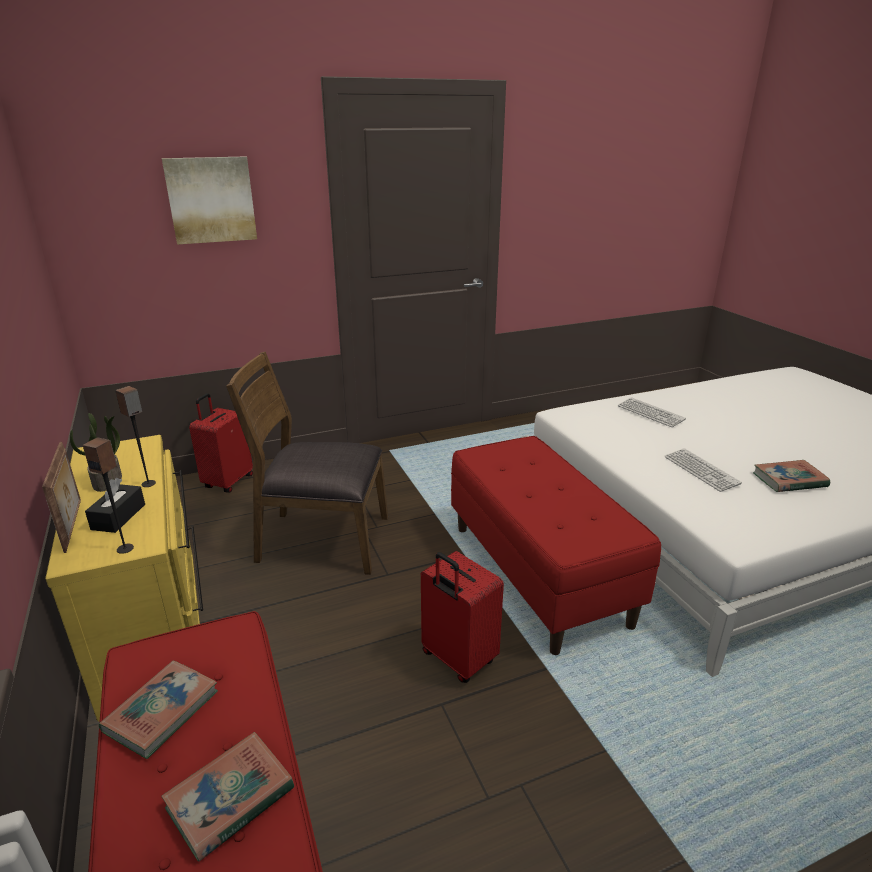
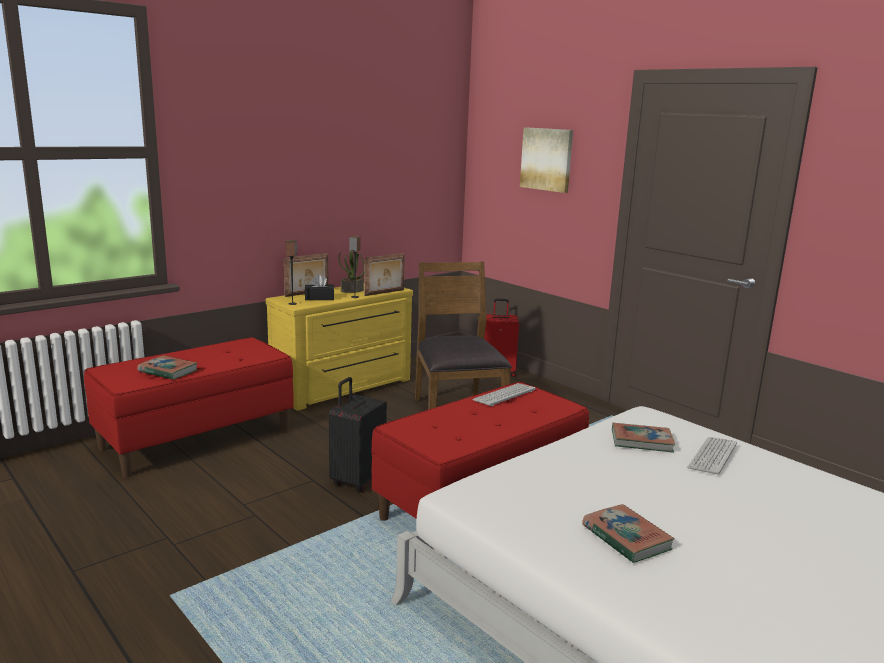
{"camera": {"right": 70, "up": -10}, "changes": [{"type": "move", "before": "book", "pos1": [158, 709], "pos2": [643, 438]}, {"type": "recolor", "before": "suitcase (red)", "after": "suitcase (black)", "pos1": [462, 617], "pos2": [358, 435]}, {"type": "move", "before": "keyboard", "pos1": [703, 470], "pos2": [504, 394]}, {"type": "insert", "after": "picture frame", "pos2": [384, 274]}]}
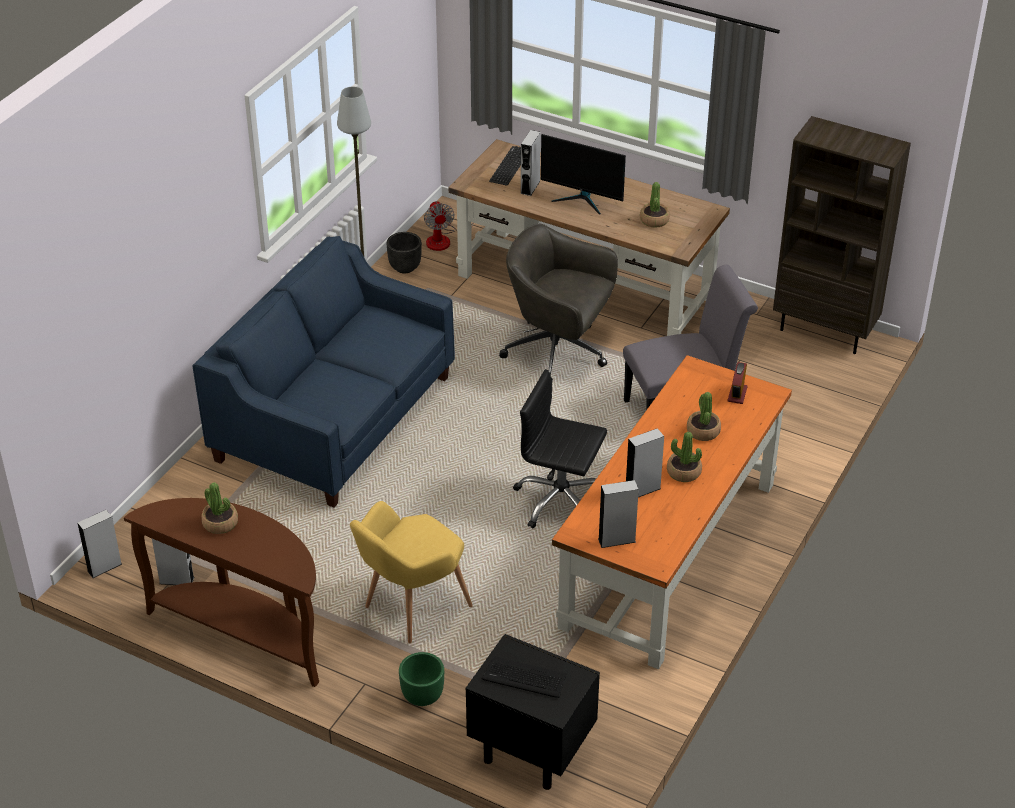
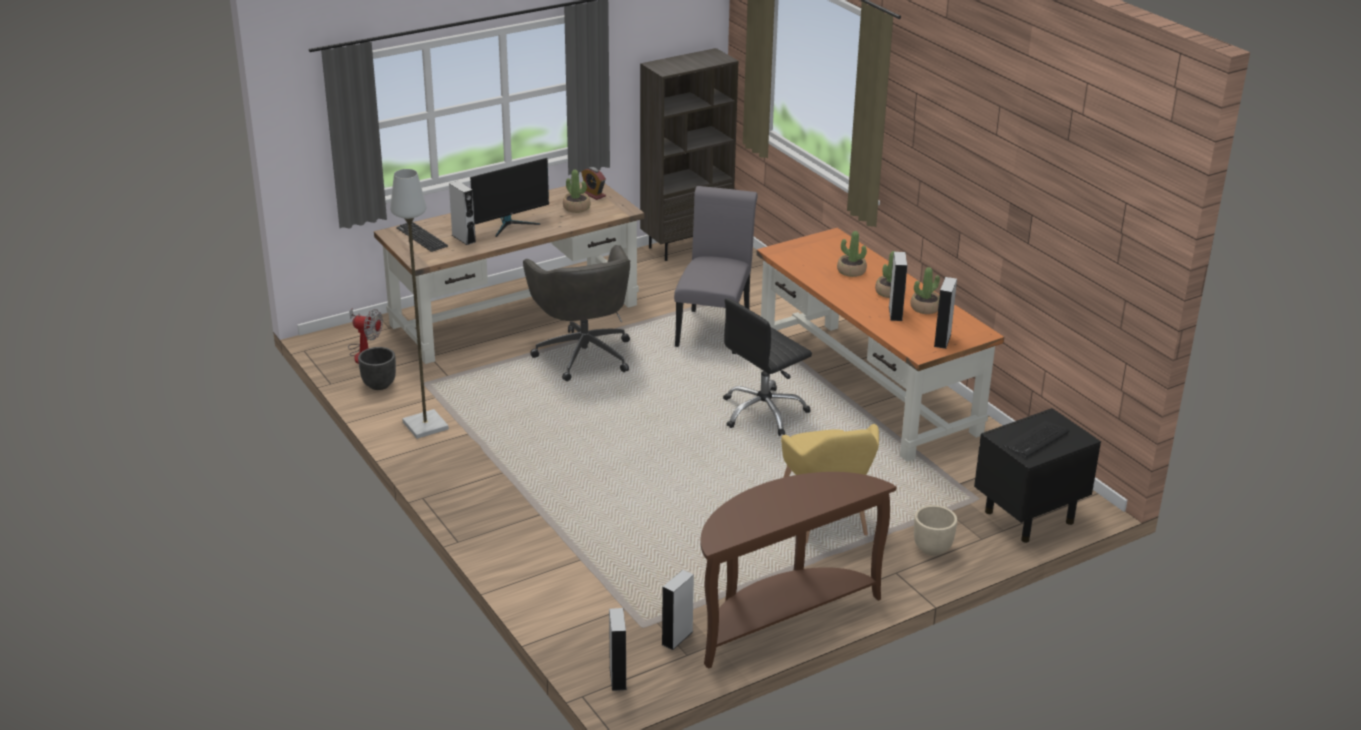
{"camera": {"right": -60, "up": -10}, "changes": [{"type": "delete", "before": "sofa (blue)", "pos1": [323, 371]}, {"type": "move", "before": "potted plant", "pos1": [219, 508], "pos2": [925, 290]}, {"type": "recolor", "before": "planter (green)", "after": "planter (beige)", "pos1": [421, 679], "pos2": [935, 530]}, {"type": "rotate", "before": "office chair (grey)", "pos1": [558, 302], "pos2": [577, 313], "turn": -75}, {"type": "move", "before": "alarm clock", "pos1": [737, 383], "pos2": [593, 183]}]}
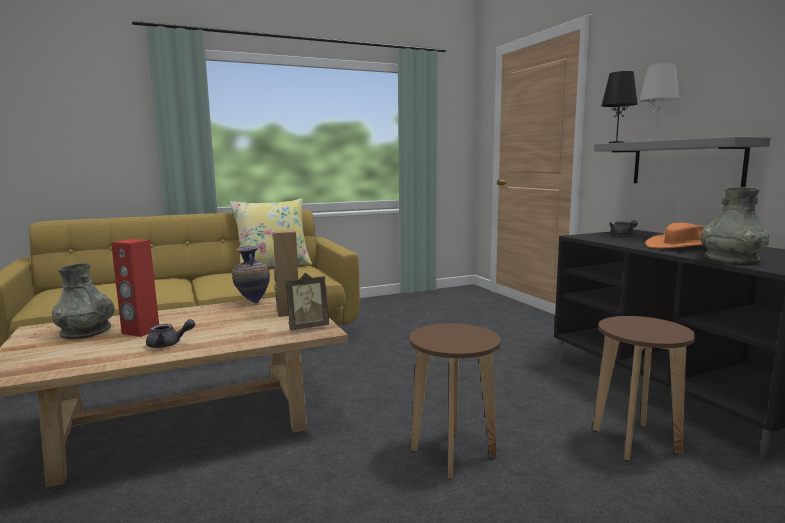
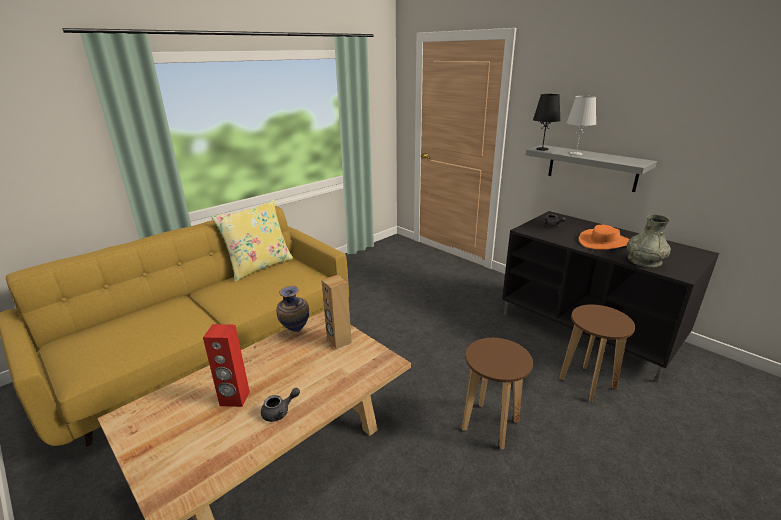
{"camera": {"right": -20, "up": 15}, "changes": [{"type": "delete", "before": "vase (grey)", "pos1": [83, 301]}, {"type": "delete", "before": "picture frame", "pos1": [307, 302]}]}
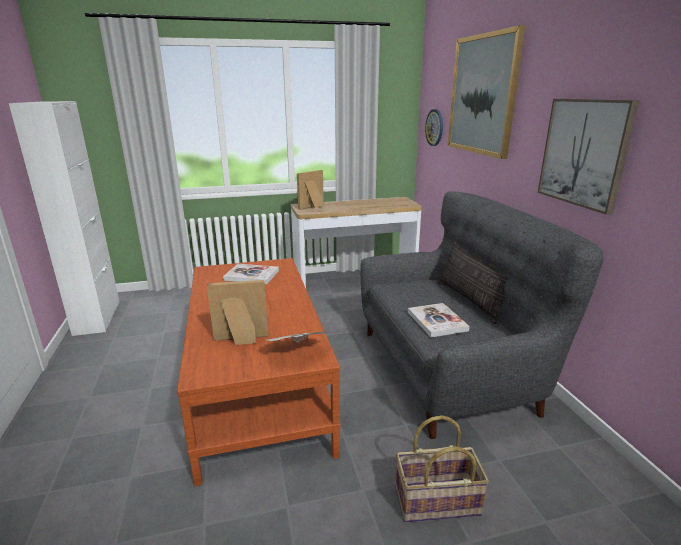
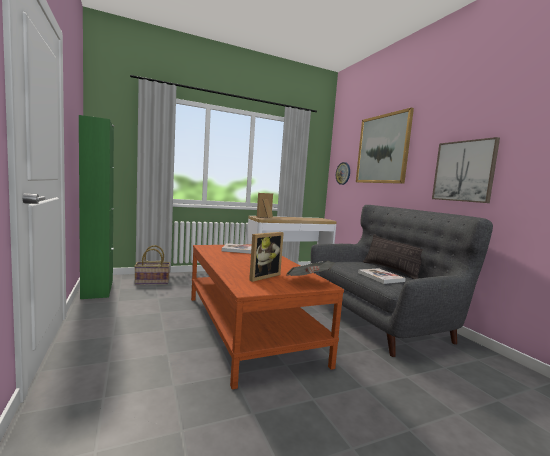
{"camera": {"right": -10, "up": -15}, "changes": [{"type": "recolor", "before": "cabinet (white)", "after": "cabinet (green)", "pos1": [64, 218], "pos2": [97, 207]}, {"type": "rotate", "before": "picture frame", "pos1": [237, 312], "pos2": [266, 257], "turn": 150}, {"type": "move", "before": "basket", "pos1": [442, 468], "pos2": [152, 264]}]}
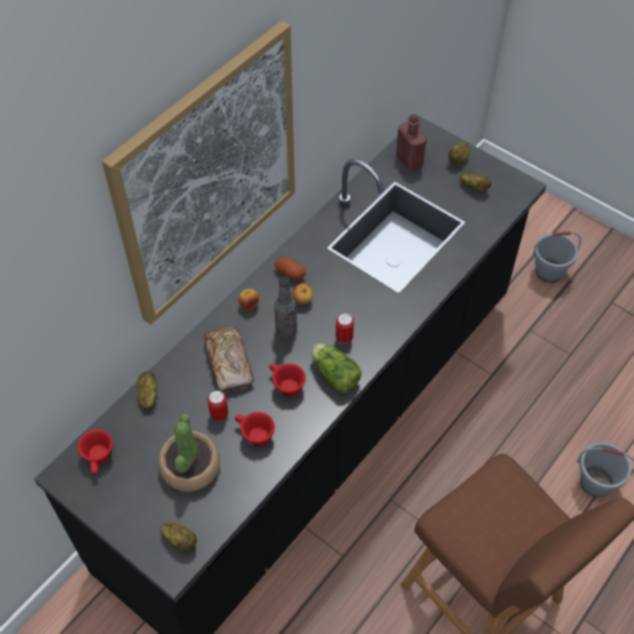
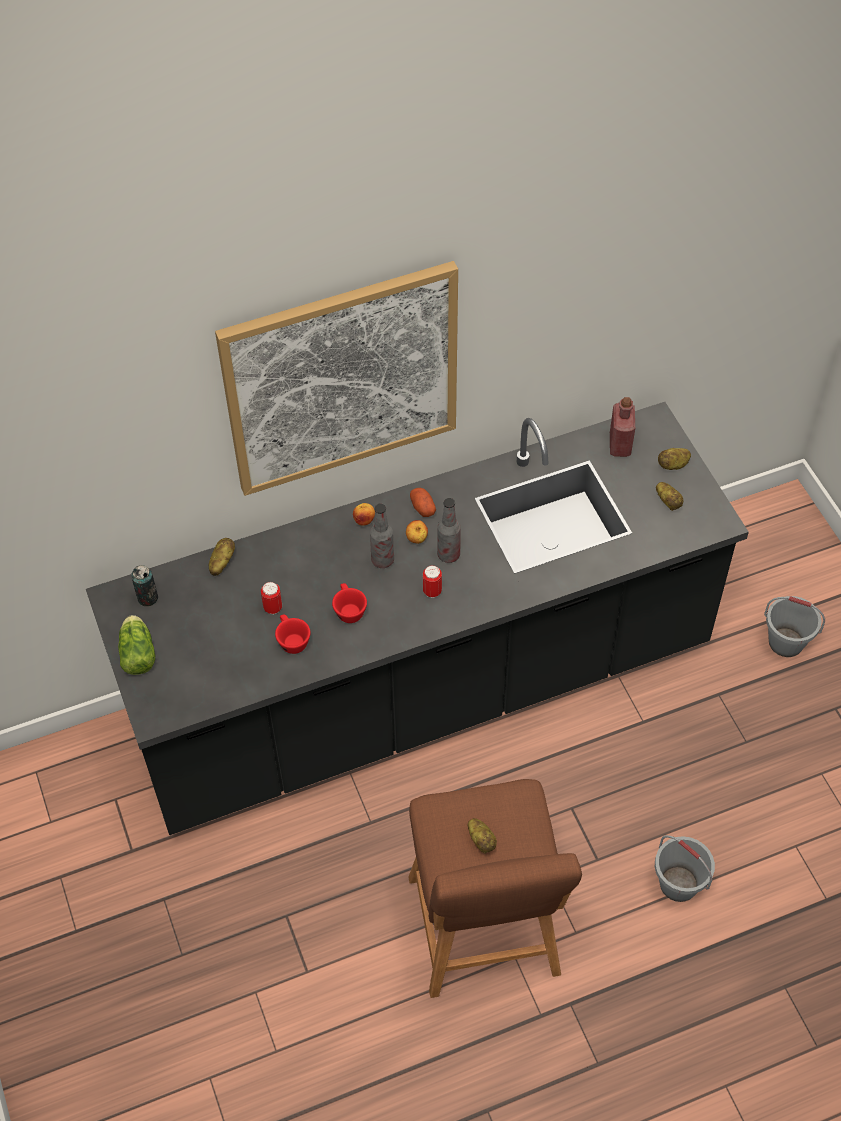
{"camera": {"right": 30, "up": 0}, "changes": [{"type": "replace", "before": "cup (red)", "after": "can", "pos1": [95, 451], "pos2": [144, 585]}, {"type": "delete", "before": "potted plant", "pos1": [189, 452]}, {"type": "move", "before": "potato", "pos1": [179, 537], "pos2": [482, 835]}, {"type": "delete", "before": "bread", "pos1": [229, 360]}, {"type": "move", "before": "lettuce", "pos1": [336, 368], "pos2": [136, 645]}, {"type": "insert", "after": "bottle", "pos2": [449, 530]}]}
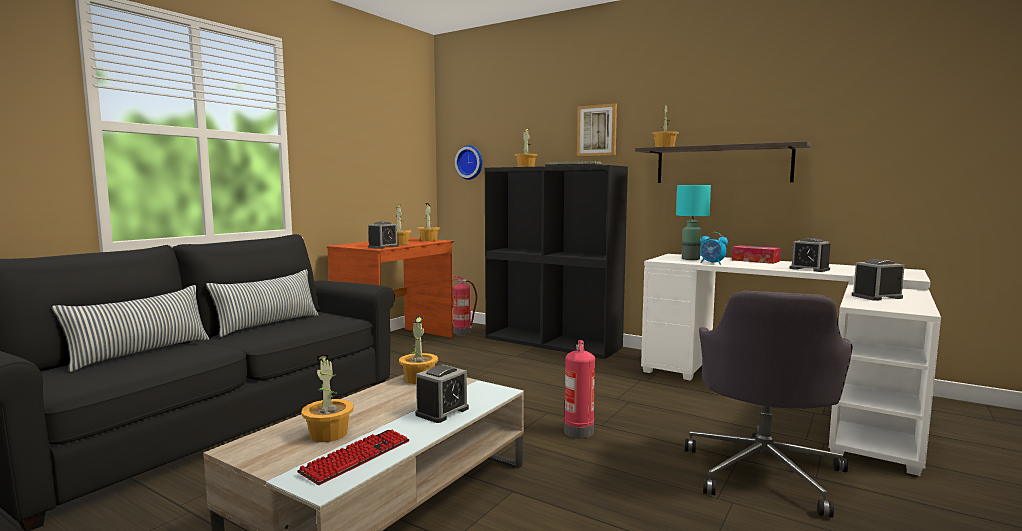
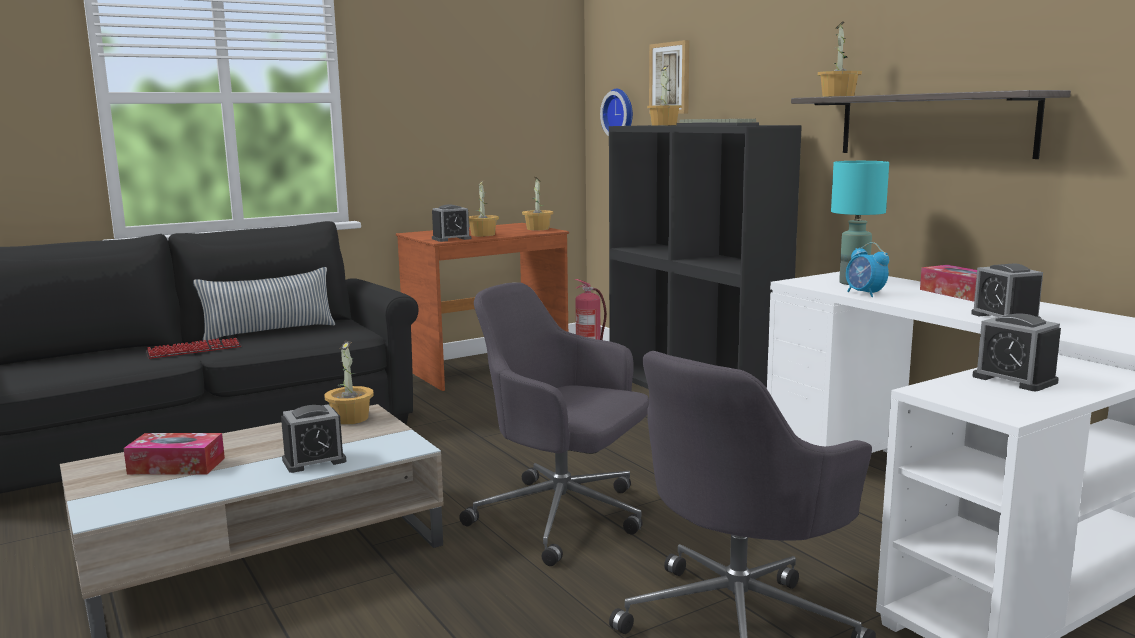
{"camera": {"right": 25, "up": 5}, "changes": [{"type": "delete", "before": "pillow", "pos1": [130, 328]}, {"type": "move", "before": "keyboard", "pos1": [353, 457], "pos2": [193, 348]}, {"type": "replace", "before": "potted plant", "after": "tissue box", "pos1": [327, 398], "pos2": [174, 454]}, {"type": "replace", "before": "fire extinguisher", "after": "office chair (grey)", "pos1": [579, 389], "pos2": [554, 424]}, {"type": "move", "before": "picture", "pos1": [597, 130], "pos2": [669, 77]}, {"type": "rotate", "before": "alarm clock", "pos1": [878, 280], "pos2": [1017, 352], "turn": -135}]}
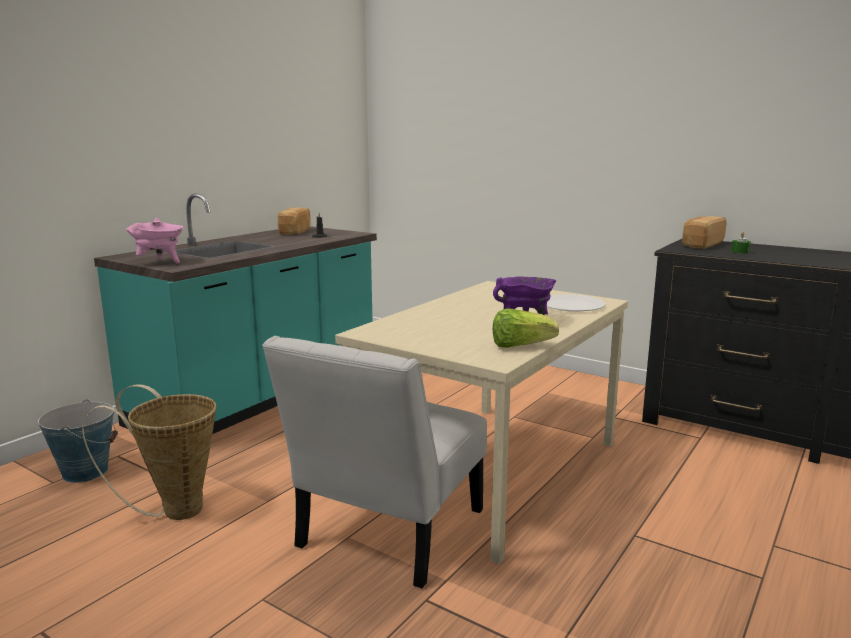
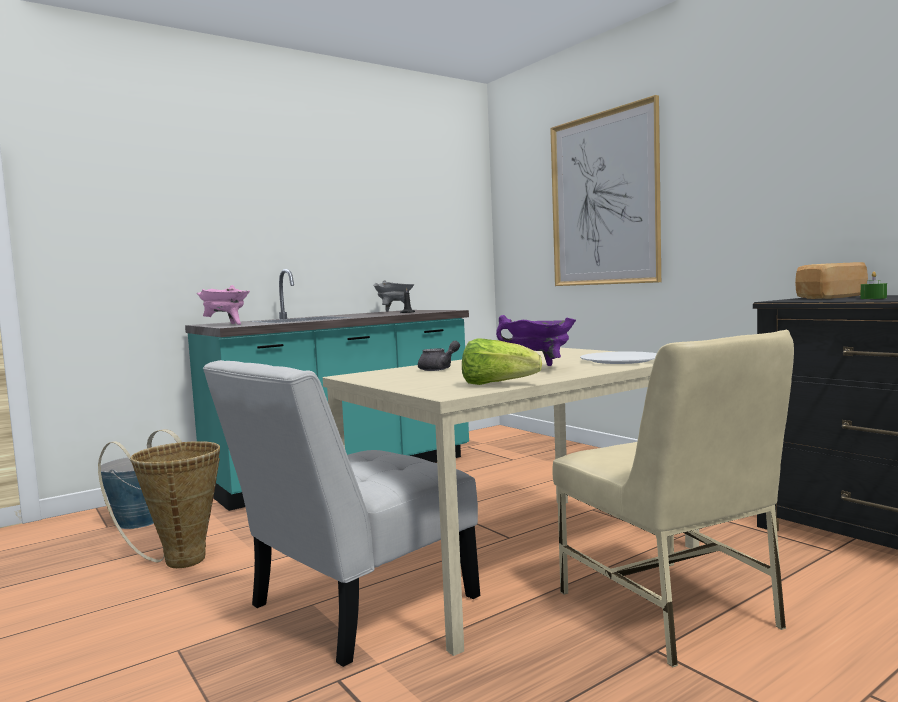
{"camera": {"right": 20, "up": -10}, "changes": [{"type": "replace", "before": "bread", "after": "cooking pot (grey)", "pos1": [294, 221], "pos2": [393, 296]}, {"type": "insert", "after": "teapot (grey)", "pos2": [439, 356]}, {"type": "insert", "after": "picture", "pos2": [605, 190]}, {"type": "insert", "after": "chair (beige)", "pos2": [673, 498]}]}
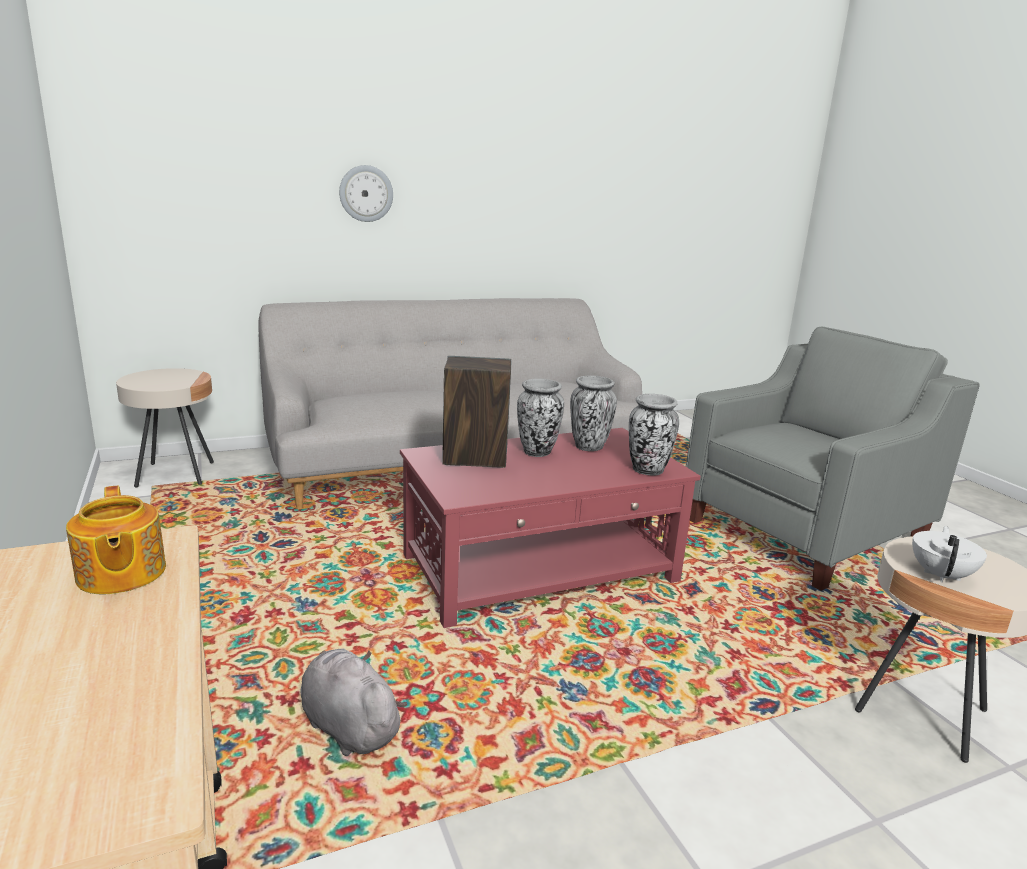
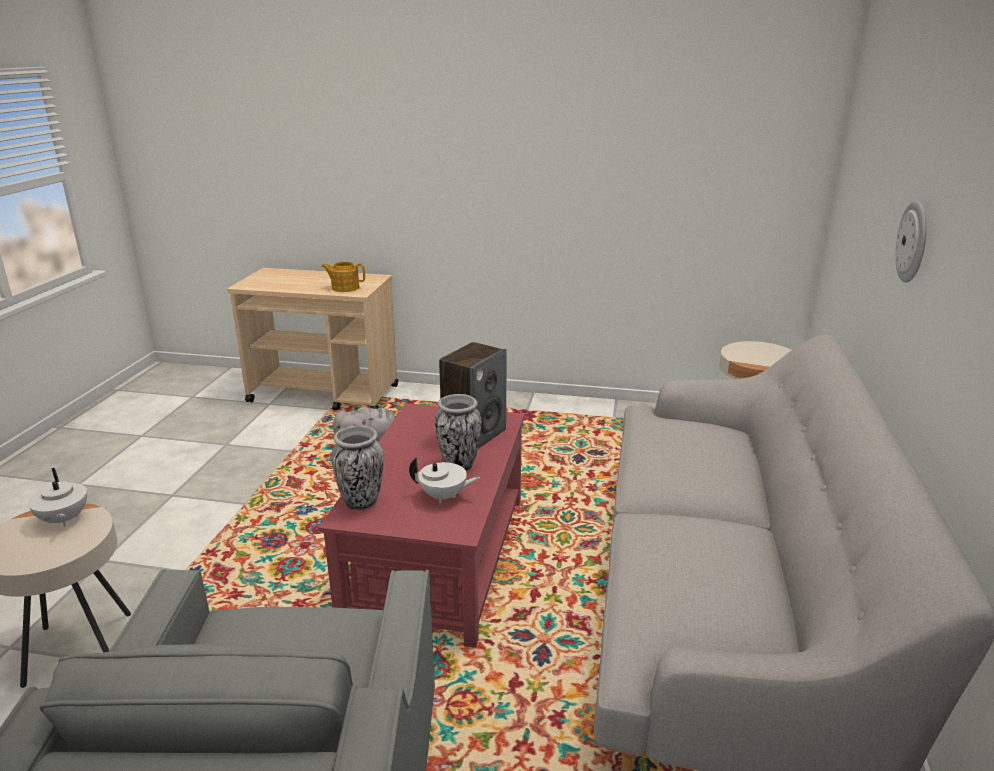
{"camera": {"right": 125, "up": 5}, "changes": [{"type": "replace", "before": "vase", "after": "teapot (white)", "pos1": [593, 413], "pos2": [444, 480]}]}
